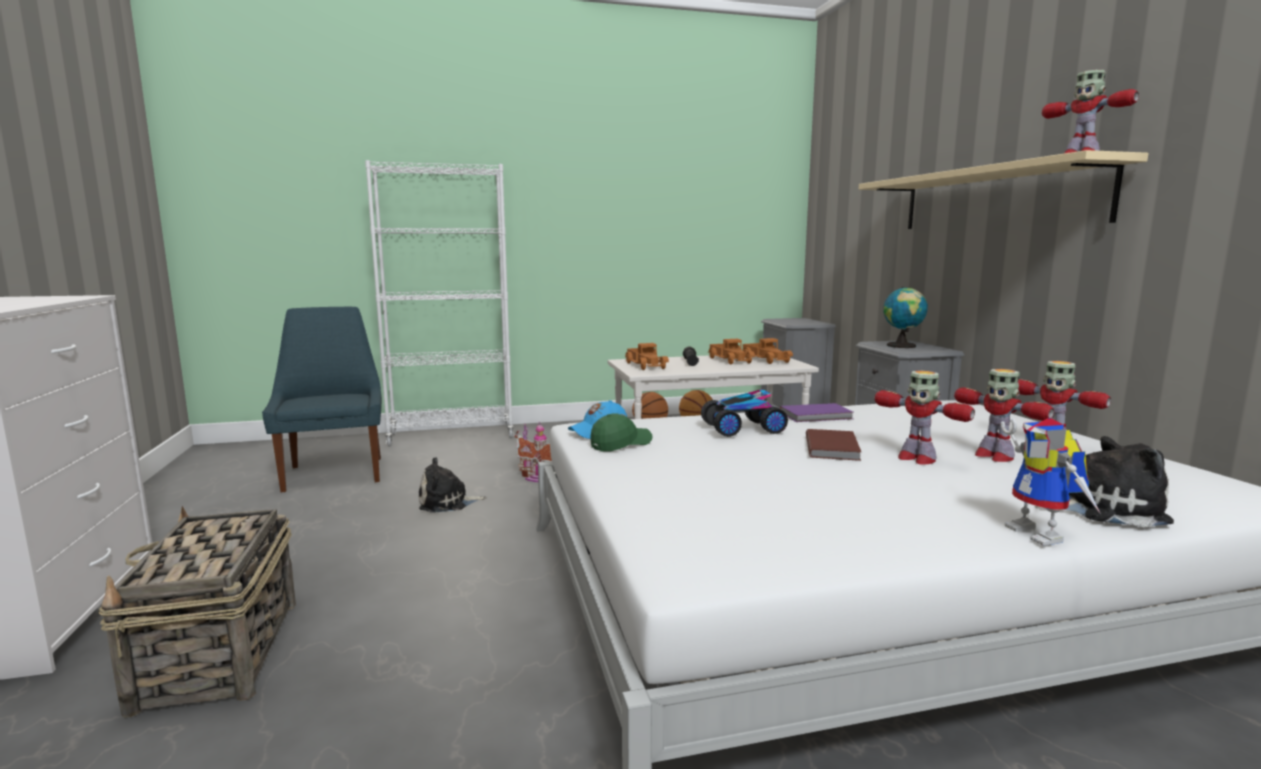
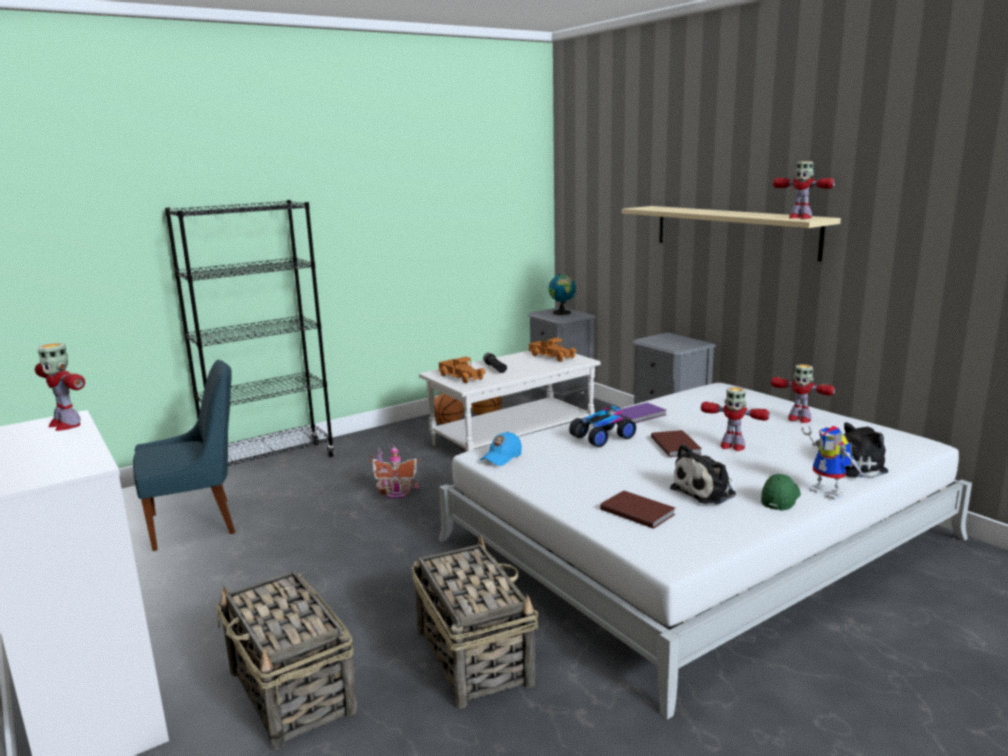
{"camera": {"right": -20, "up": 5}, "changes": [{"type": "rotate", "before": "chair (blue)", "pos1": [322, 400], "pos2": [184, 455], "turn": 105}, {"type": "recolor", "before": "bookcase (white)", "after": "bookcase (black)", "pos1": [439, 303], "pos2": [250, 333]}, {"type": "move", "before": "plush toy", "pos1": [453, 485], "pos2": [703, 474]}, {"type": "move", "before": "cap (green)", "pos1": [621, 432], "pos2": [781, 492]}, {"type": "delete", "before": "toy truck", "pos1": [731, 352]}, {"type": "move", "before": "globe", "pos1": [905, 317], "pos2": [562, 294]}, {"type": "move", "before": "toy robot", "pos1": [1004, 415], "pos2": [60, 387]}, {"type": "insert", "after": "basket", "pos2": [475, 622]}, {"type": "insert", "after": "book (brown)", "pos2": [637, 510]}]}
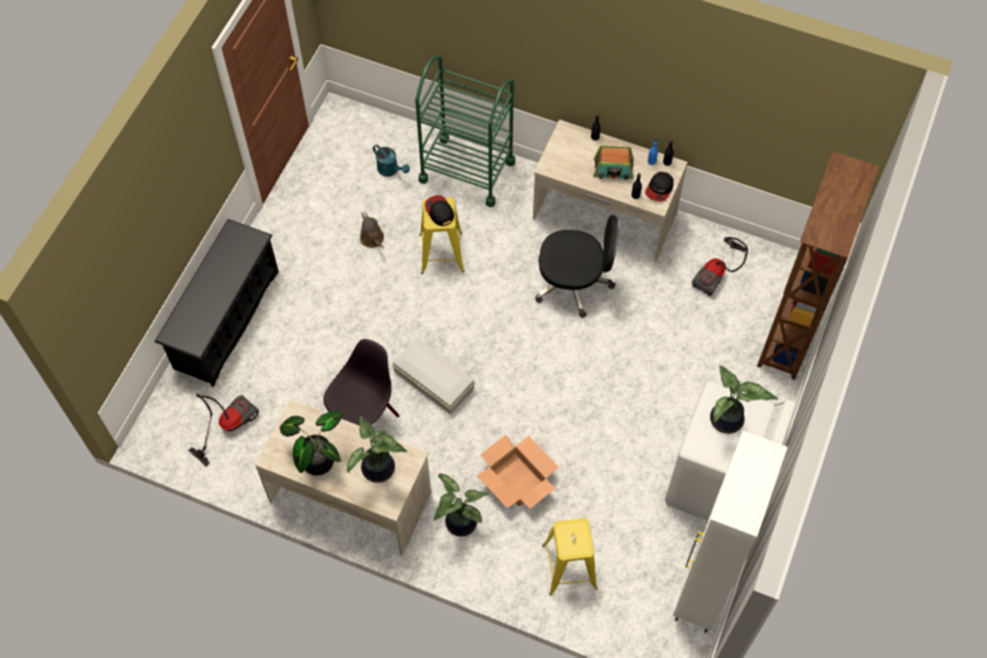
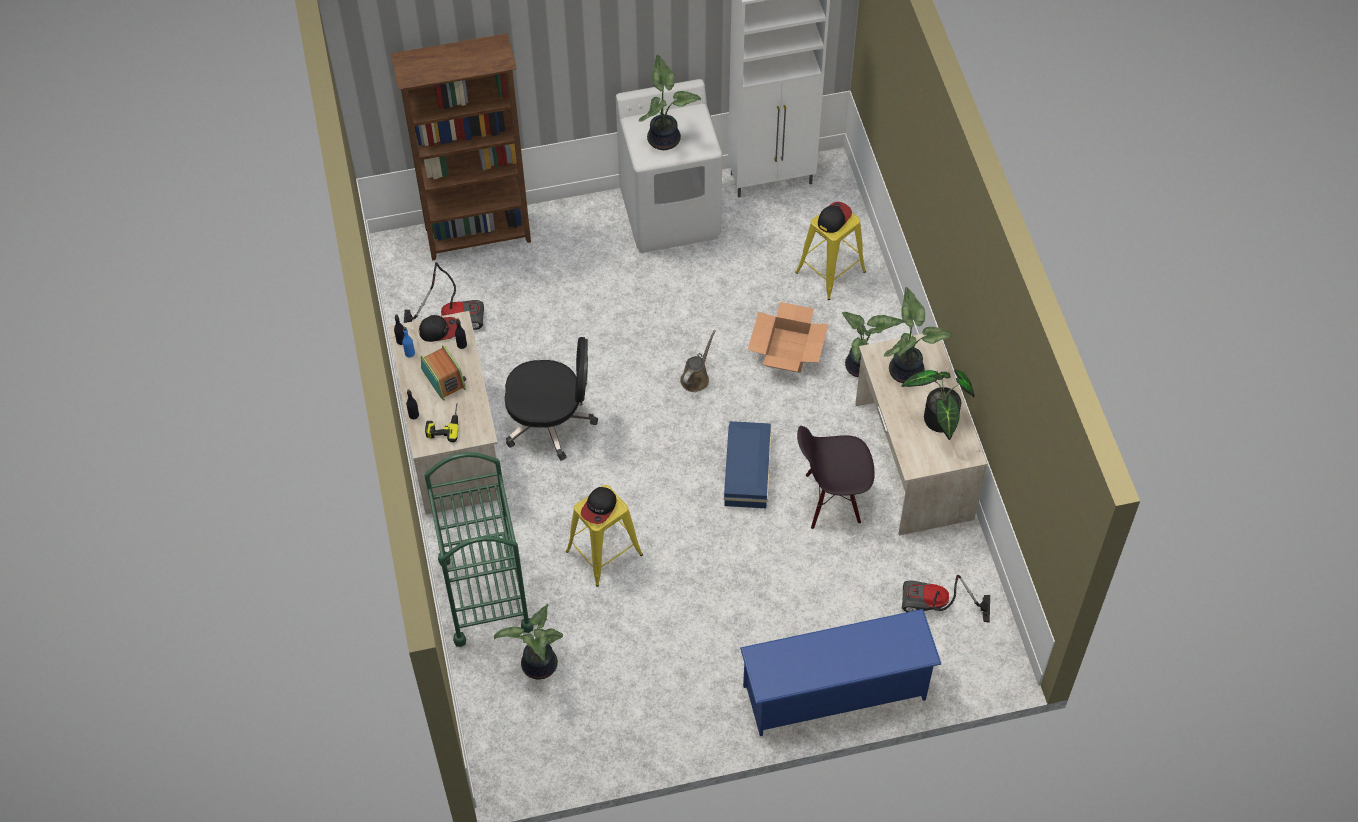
{"camera": {"right": -125, "up": -5}, "changes": [{"type": "recolor", "before": "shoe rack (black)", "after": "shoe rack (blue)", "pos1": [216, 303], "pos2": [841, 672]}, {"type": "move", "before": "watering can (brown)", "pos1": [372, 230], "pos2": [698, 361]}, {"type": "replace", "before": "watering can (turquoise)", "after": "potted plant", "pos1": [391, 160], "pos2": [528, 641]}, {"type": "recolor", "before": "storage box (white)", "after": "storage box (blue)", "pos1": [433, 376], "pos2": [748, 464]}, {"type": "rotate", "before": "office chair (black)", "pos1": [577, 266], "pos2": [551, 398], "turn": 120}, {"type": "insert", "after": "power drill", "pos2": [442, 423]}, {"type": "insert", "after": "cap", "pos2": [835, 217]}]}
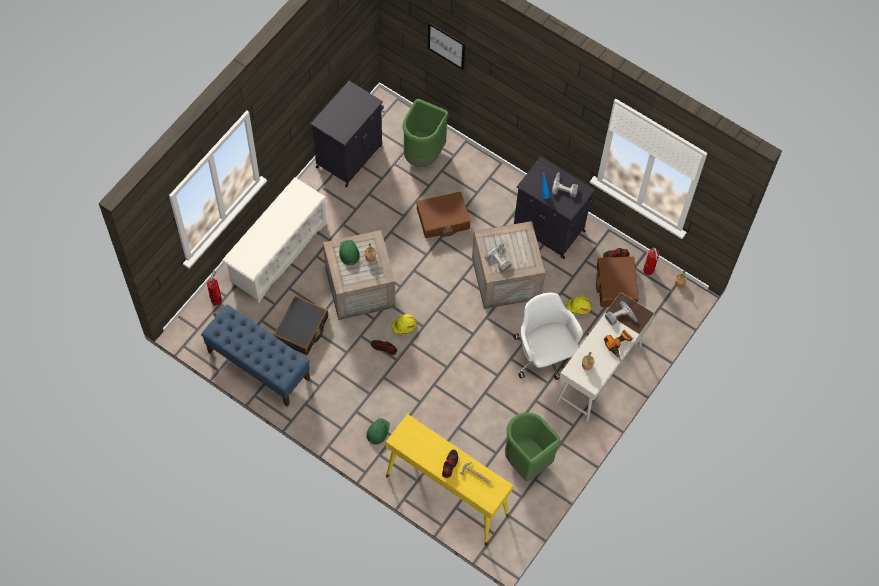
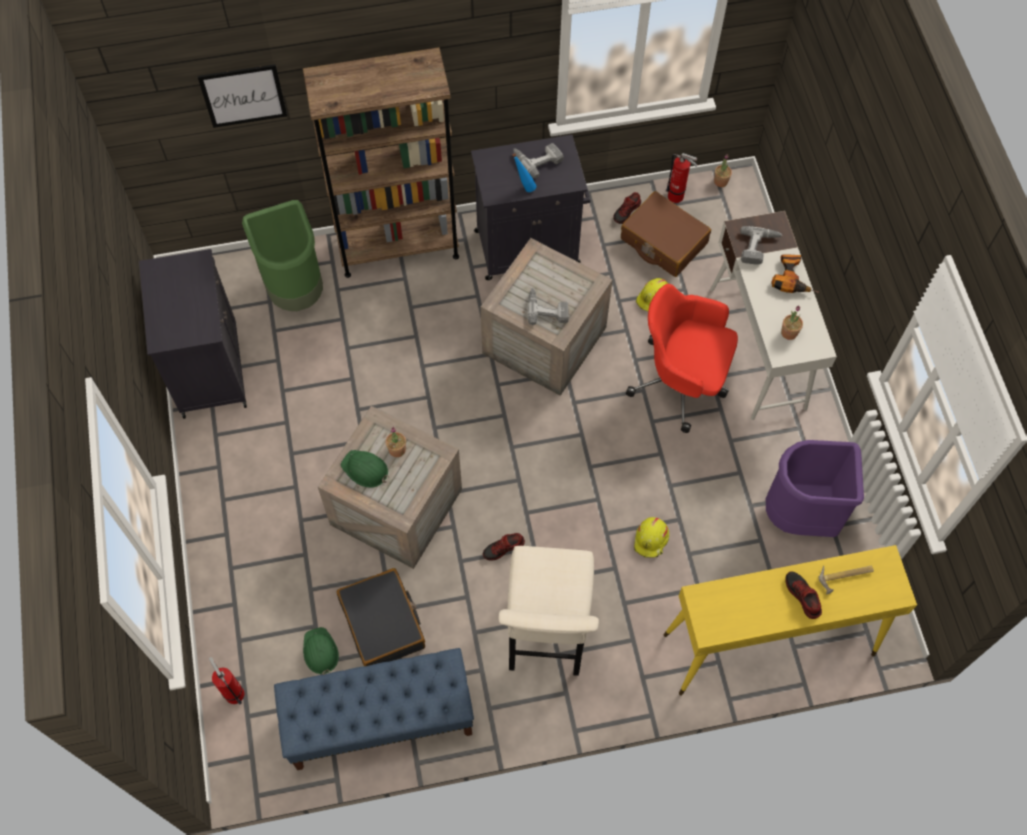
{"camera": {"right": -45, "up": 0}, "changes": [{"type": "delete", "before": "shoe rack (white)", "pos1": [274, 240]}, {"type": "move", "before": "hard hat (green)", "pos1": [378, 431], "pos2": [321, 651]}, {"type": "move", "before": "hard hat (yellow)", "pos1": [404, 325], "pos2": [651, 537]}, {"type": "delete", "before": "suitcase (brown)", "pos1": [443, 215]}, {"type": "recolor", "before": "trash can (green)", "after": "trash can (purple)", "pos1": [532, 446], "pos2": [815, 488]}, {"type": "recolor", "before": "office chair (white)", "after": "office chair (red)", "pos1": [548, 336], "pos2": [682, 358]}, {"type": "insert", "after": "bookcase (brown)", "pos2": [381, 162]}, {"type": "insert", "after": "stool (beige)", "pos2": [549, 611]}]}
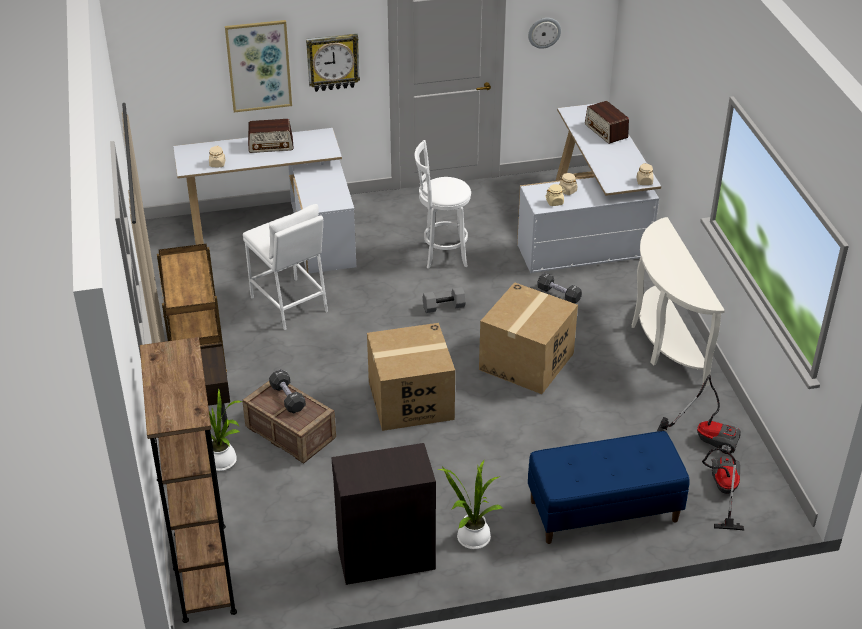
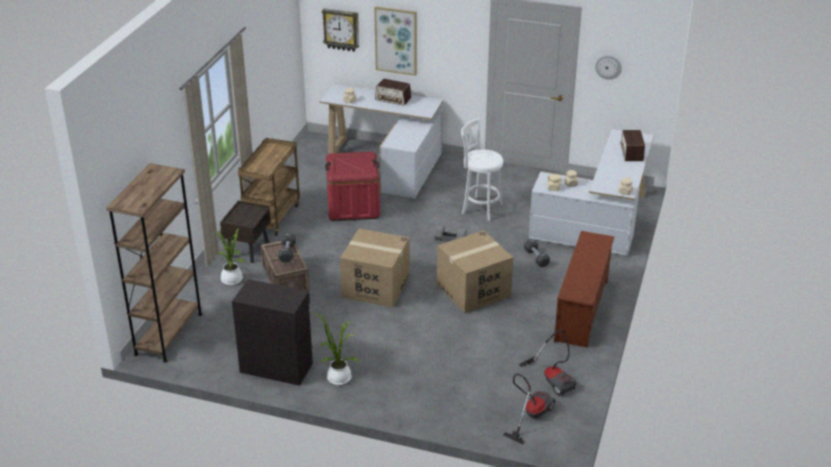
{"camera": {"right": 30, "up": -5}, "changes": [{"type": "replace", "before": "stool (white)", "after": "storage box (red)", "pos1": [285, 267], "pos2": [352, 186]}, {"type": "move", "before": "wall clock", "pos1": [333, 63], "pos2": [340, 30]}, {"type": "delete", "before": "bench (blue)", "pos1": [609, 487]}, {"type": "replace", "before": "console table (white)", "after": "shoe rack (brown)", "pos1": [678, 301], "pos2": [584, 289]}]}
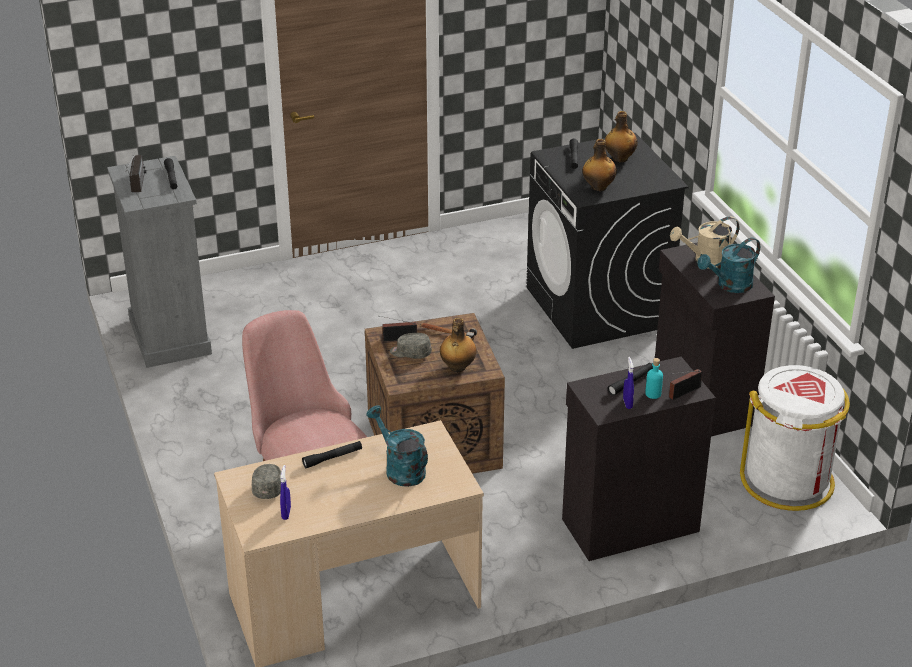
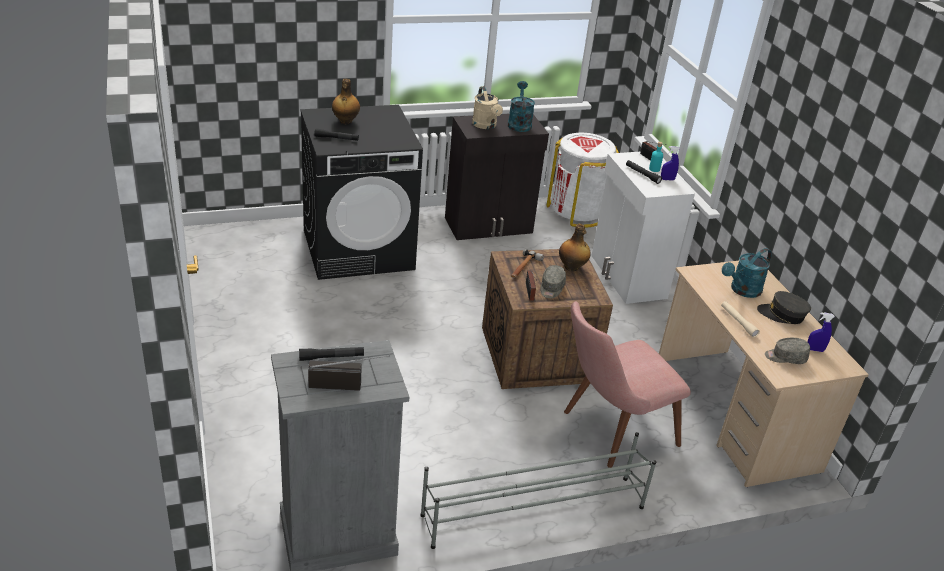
{"camera": {"right": -90, "up": 0}, "changes": [{"type": "recolor", "before": "flashlight (black)", "after": "flashlight (beige)", "pos1": [332, 454], "pos2": [740, 319]}, {"type": "recolor", "before": "cabinet (black)", "after": "cabinet (white)", "pos1": [639, 459], "pos2": [643, 227]}, {"type": "delete", "before": "bottle", "pos1": [600, 165]}, {"type": "rotate", "before": "watering can (turquoise)", "pos1": [728, 265], "pos2": [521, 106], "turn": -150}, {"type": "insert", "after": "shoe rack (grey)", "pos2": [538, 490]}, {"type": "insert", "after": "cap (grey)", "pos2": [784, 307]}]}
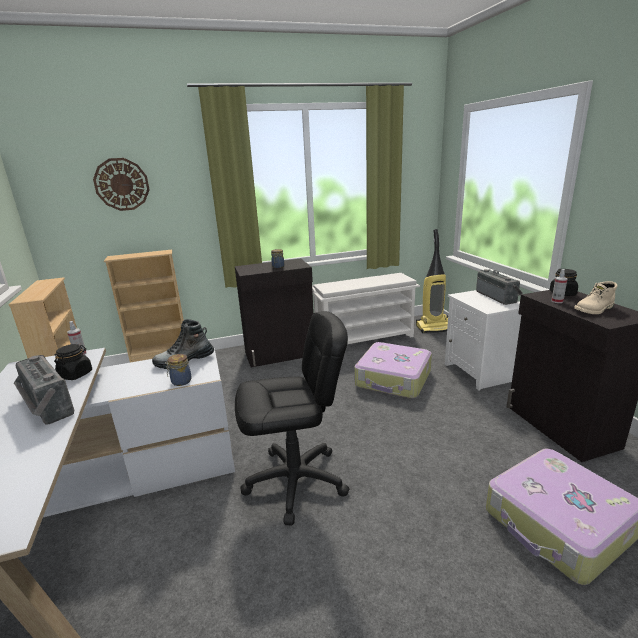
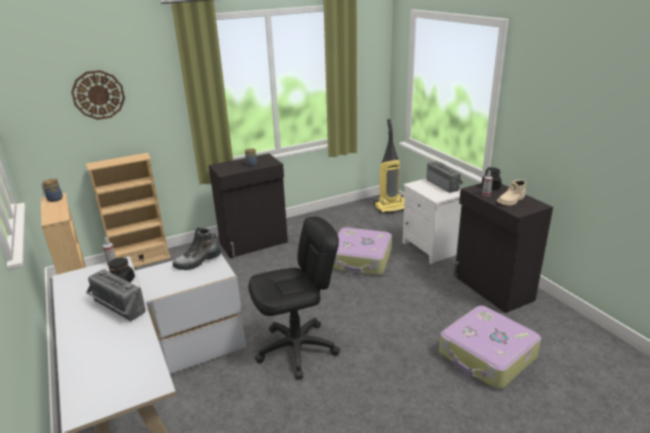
{"camera": {"right": -10, "up": 5}, "changes": [{"type": "move", "before": "jar", "pos1": [178, 370], "pos2": [52, 190]}, {"type": "delete", "before": "shoe rack (white)", "pos1": [366, 308]}]}
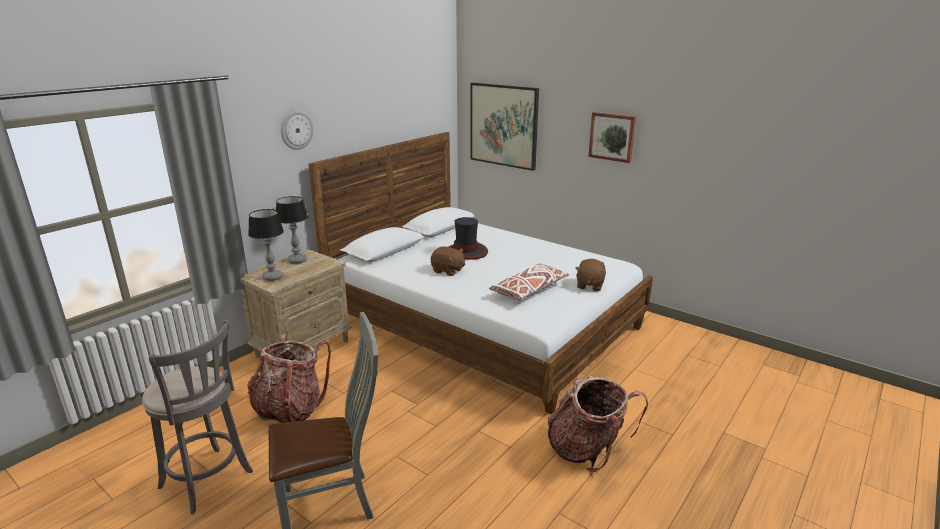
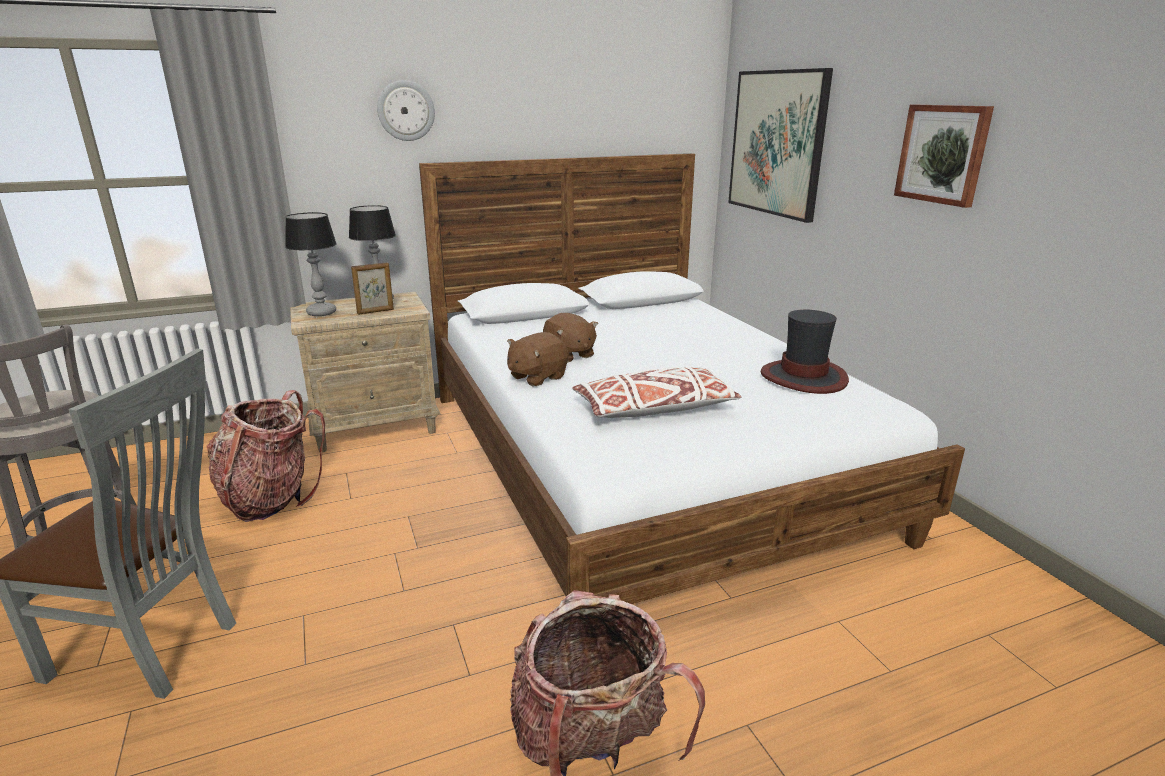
{"camera": {"right": 30, "up": 0}, "changes": [{"type": "move", "before": "hat", "pos1": [468, 238], "pos2": [805, 352]}, {"type": "move", "before": "plush toy (brown)", "pos1": [590, 275], "pos2": [538, 359]}, {"type": "insert", "after": "picture frame", "pos2": [372, 288]}]}
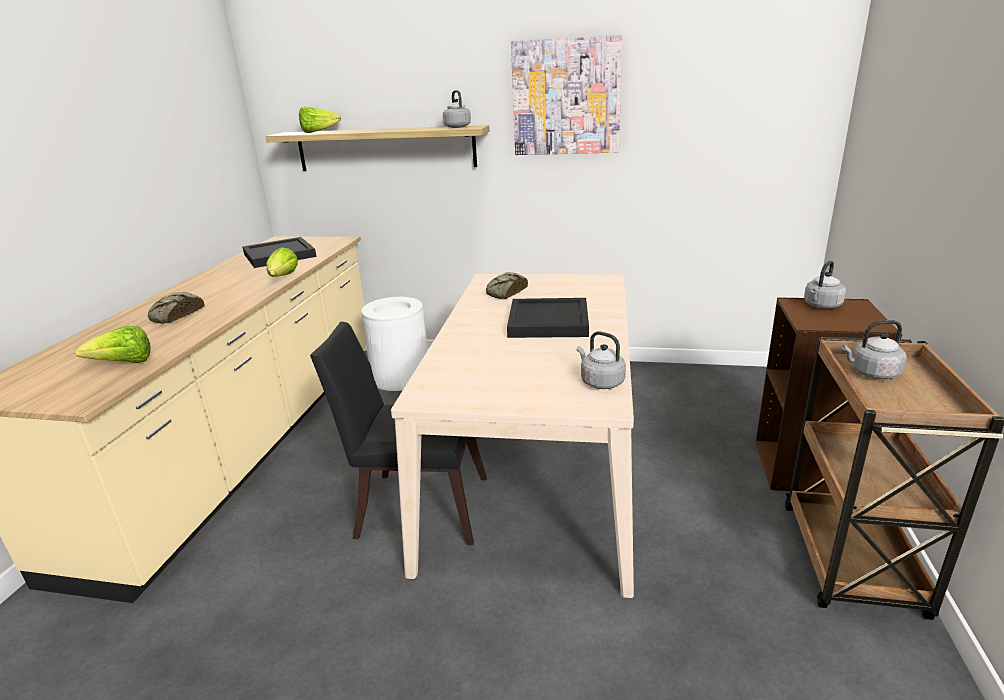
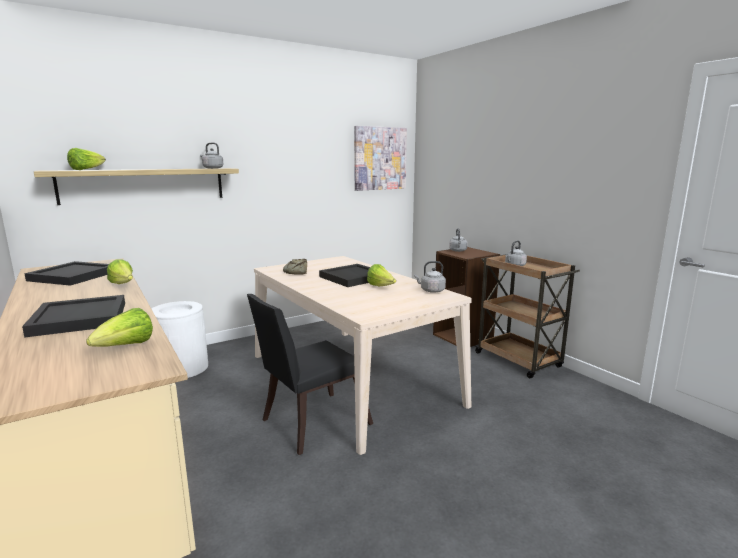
{"camera": {"right": -45, "up": -10}, "changes": [{"type": "replace", "before": "bread", "after": "tray (black)", "pos1": [176, 308], "pos2": [73, 316]}, {"type": "move", "before": "picture", "pos1": [567, 94], "pos2": [380, 158]}, {"type": "insert", "after": "lettuce", "pos2": [381, 275]}]}
